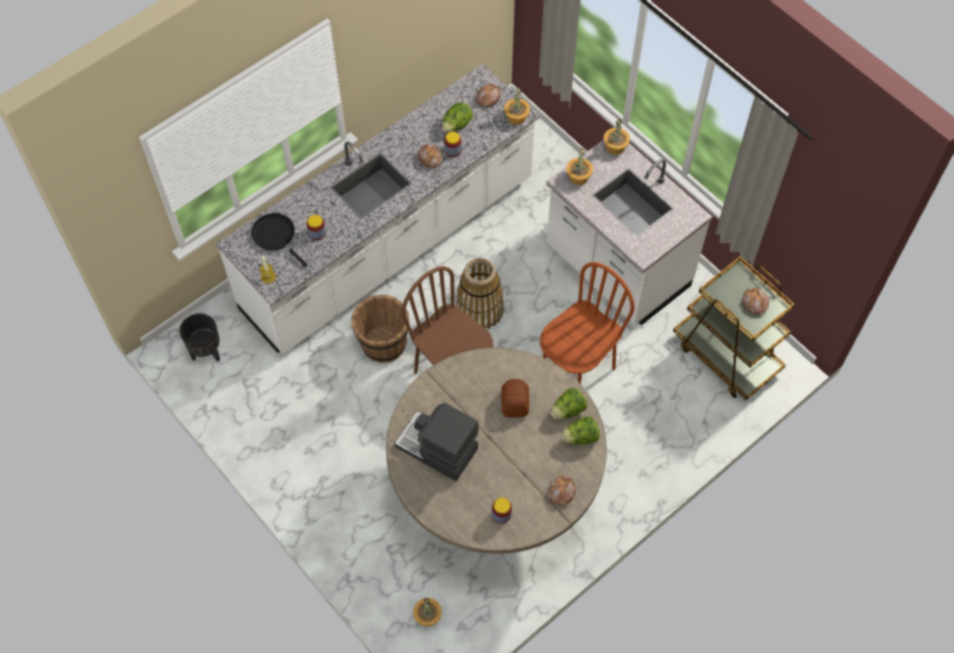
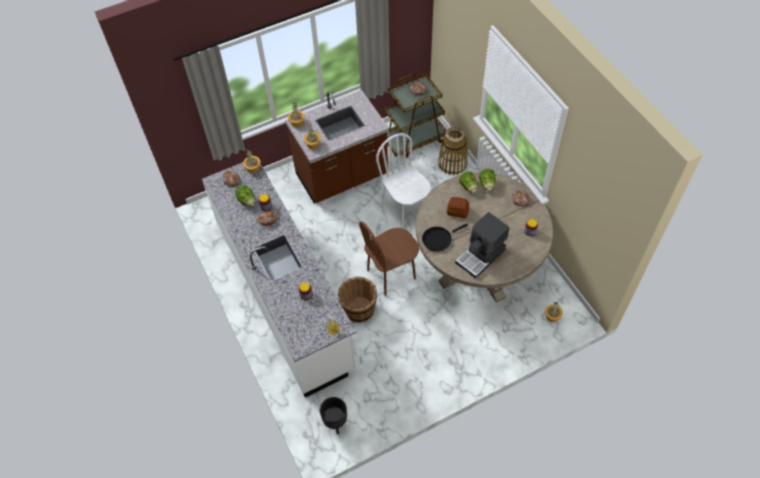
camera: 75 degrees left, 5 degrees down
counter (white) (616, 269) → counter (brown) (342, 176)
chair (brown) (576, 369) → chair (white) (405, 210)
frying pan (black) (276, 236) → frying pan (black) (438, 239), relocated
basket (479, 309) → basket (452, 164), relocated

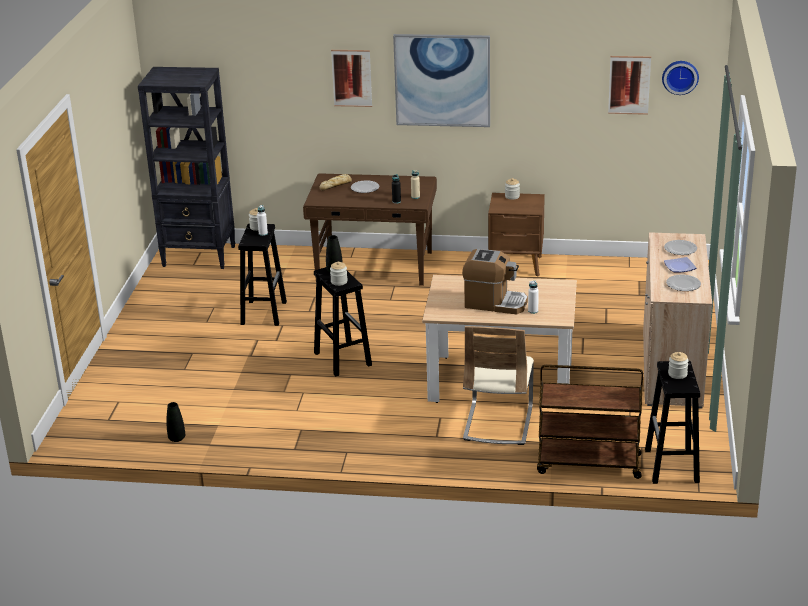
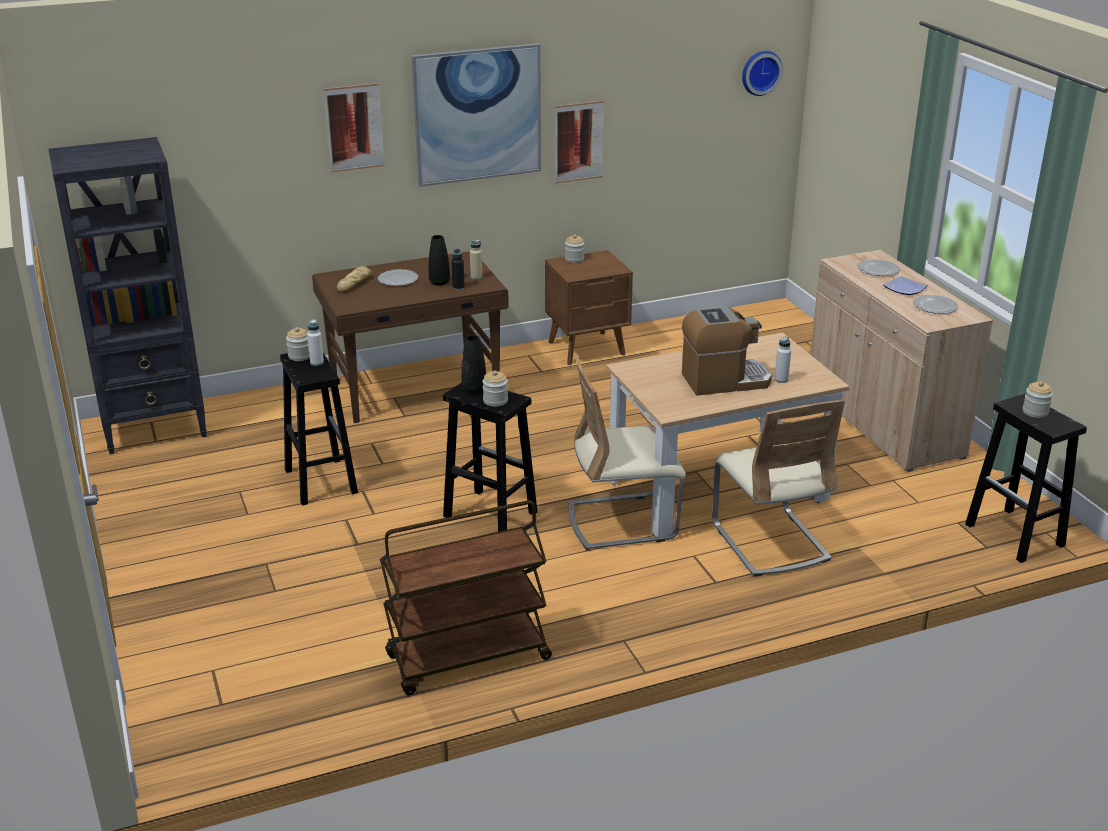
camera: 30 degrees left, 0 degrees up
cart (brown) (588, 464) → cart (brown) (467, 659), relocated
vase (black) (177, 438) → vase (black) (439, 282), relocated
picture (629, 85) → picture (578, 142), relocated
- → chair (beige) (622, 521)

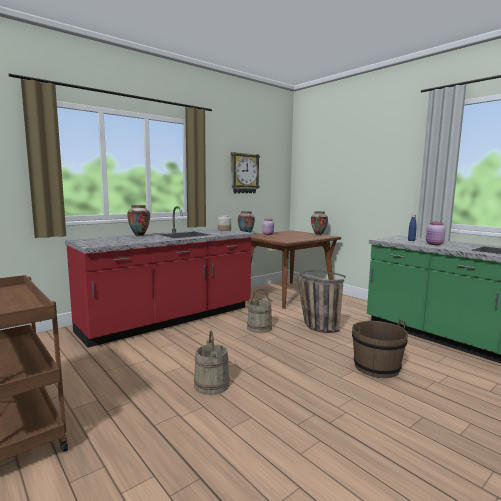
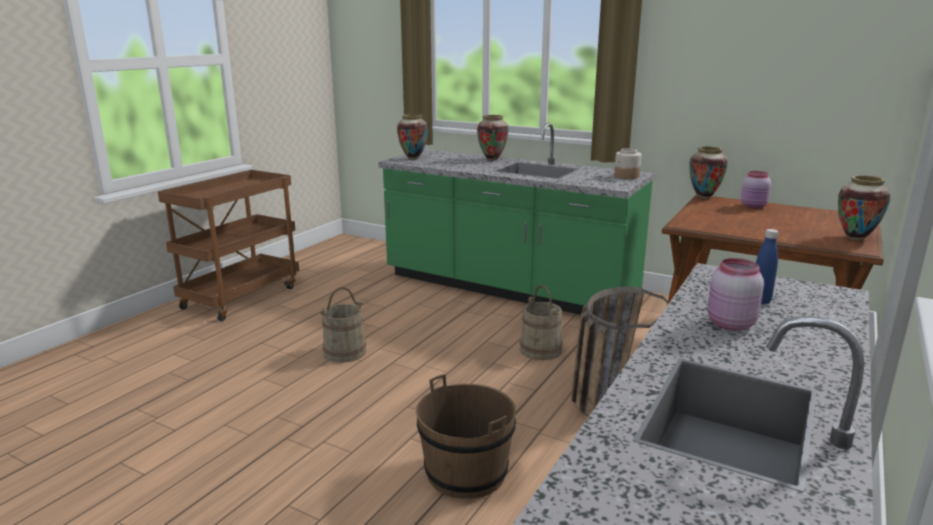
camera: 70 degrees right, 10 degrees up
counter (red) (170, 319) → counter (green) (508, 289)
- → vase (413, 158)
wall clock (244, 173) → -

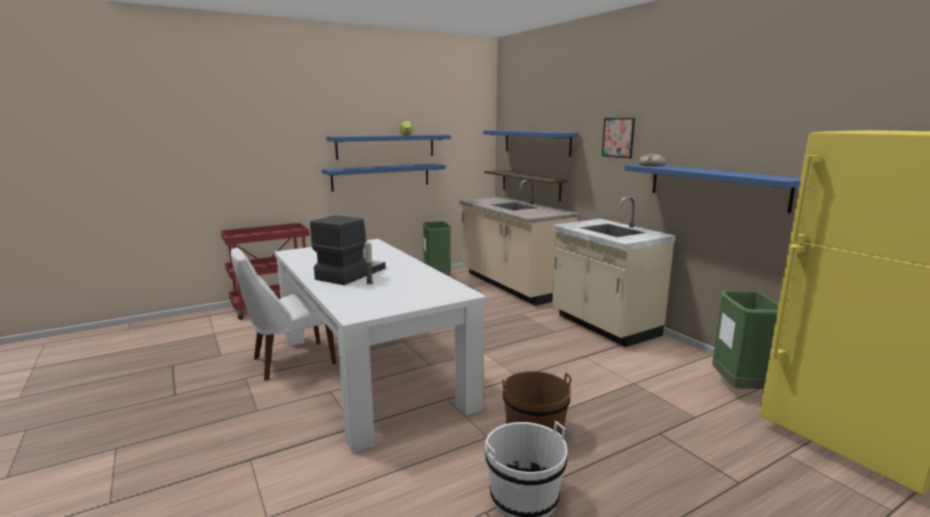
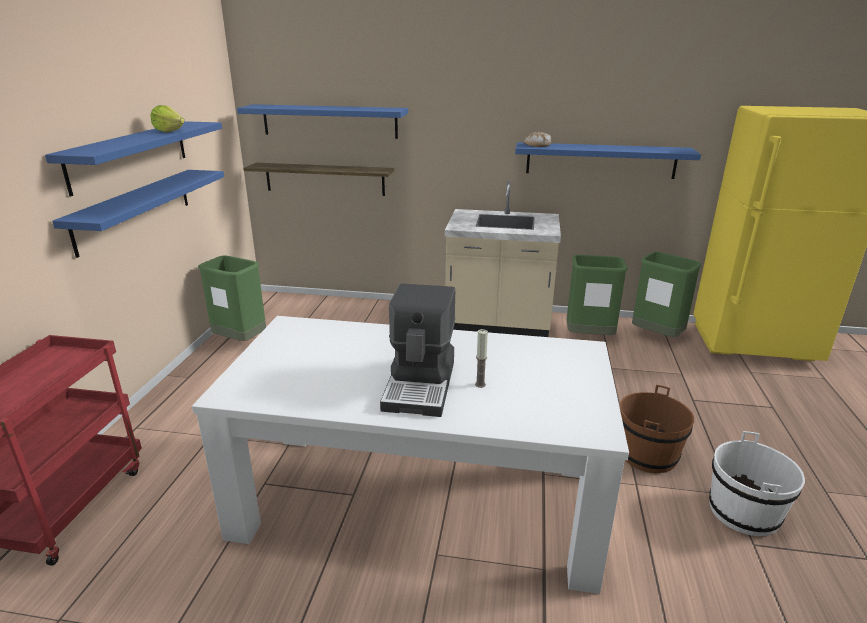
camera: 50 degrees left, 10 degrees up
coffee machine (349, 274) → coffee machine (421, 385), 150 degrees counterclockwise
- → trash can (green) (589, 337)
chair (white) (290, 361) → -
counter (beige) (512, 285) → -
picture (618, 137) → -

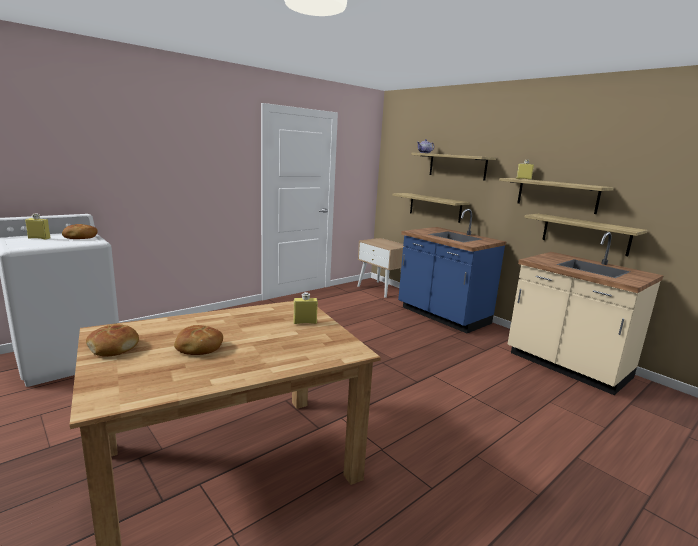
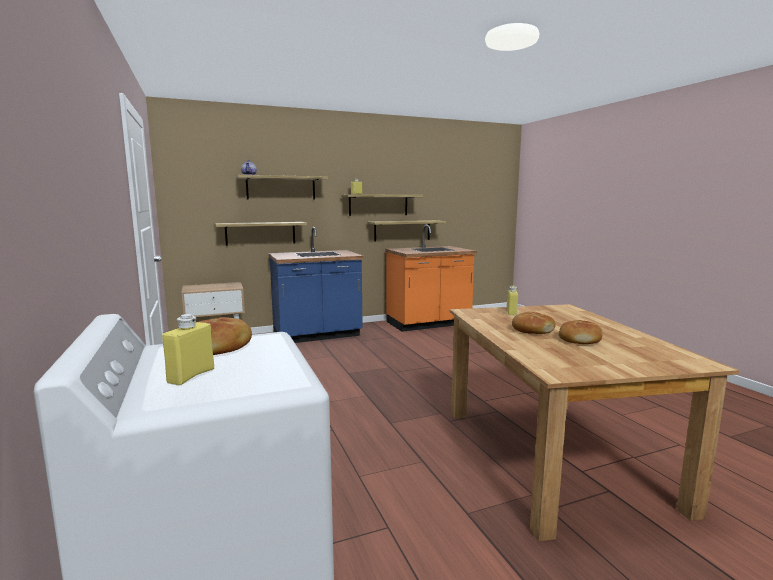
camera: 70 degrees left, 5 degrees down
counter (beige) (566, 366) → counter (orange) (428, 324)
bread (114, 347) → bread (532, 330), relocated

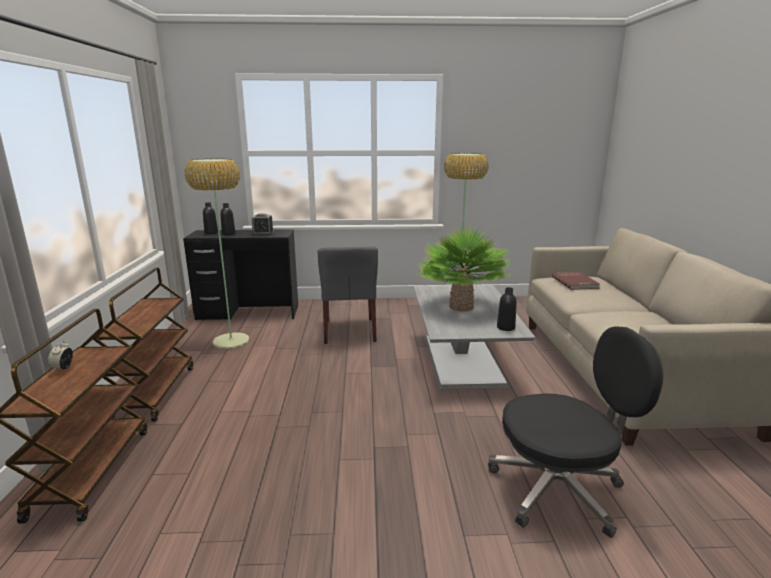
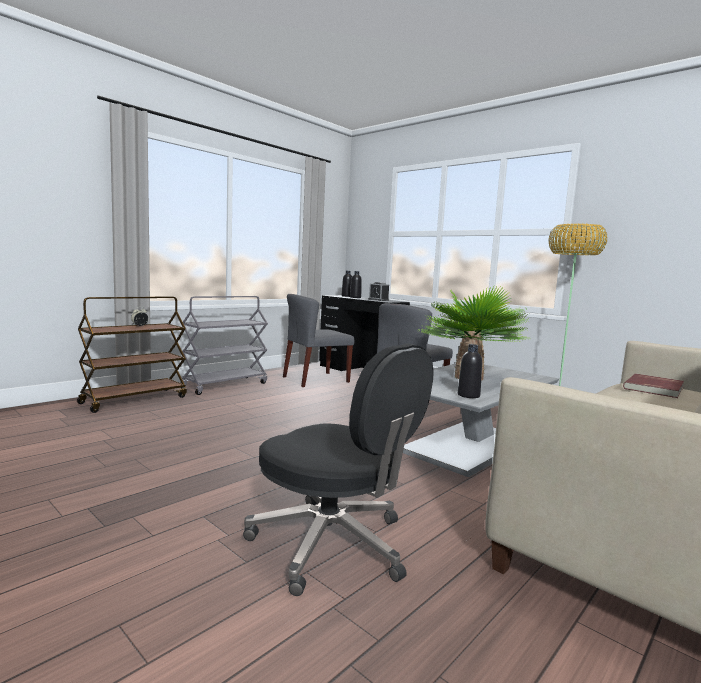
camera: 45 degrees right, 10 degrees down
cart (brown) (154, 392) → cart (grey) (225, 385)
floor lamp (231, 341) → chair (grey) (315, 379)

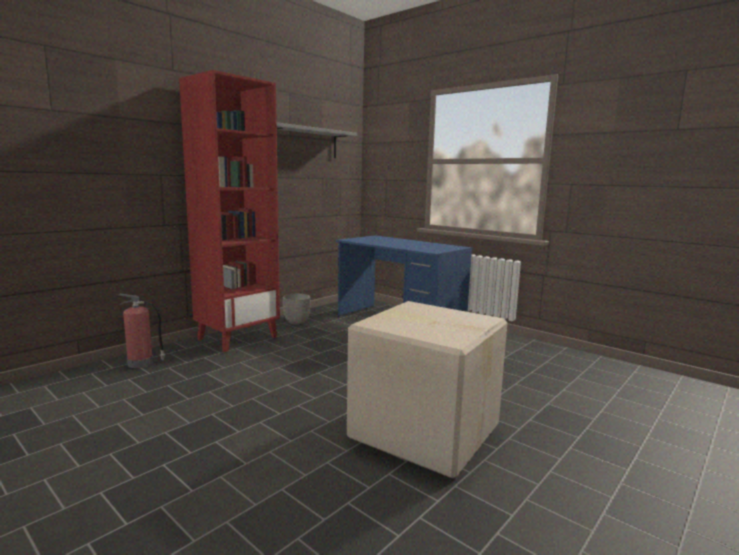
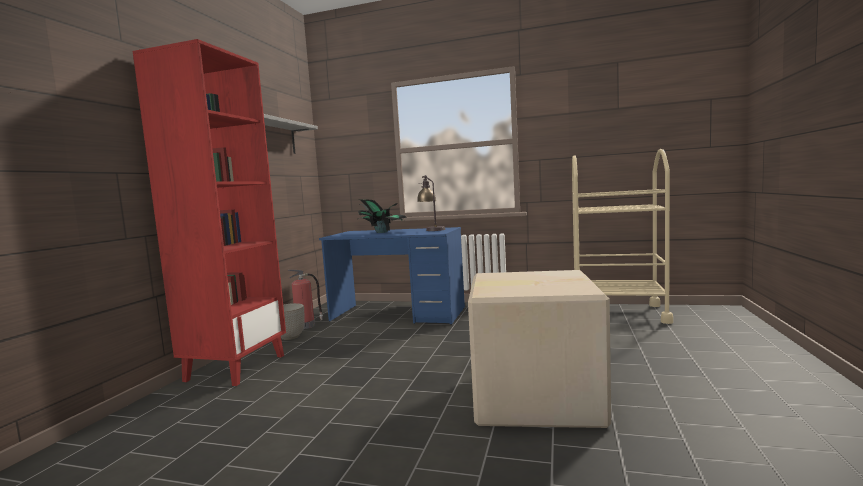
camera: 25 degrees left, 5 degrees down
fire extinguisher (142, 363) → fire extinguisher (306, 326), relocated
- → potted plant (381, 232)
- → table lamp (431, 229)
- → cart (beige) (618, 313)

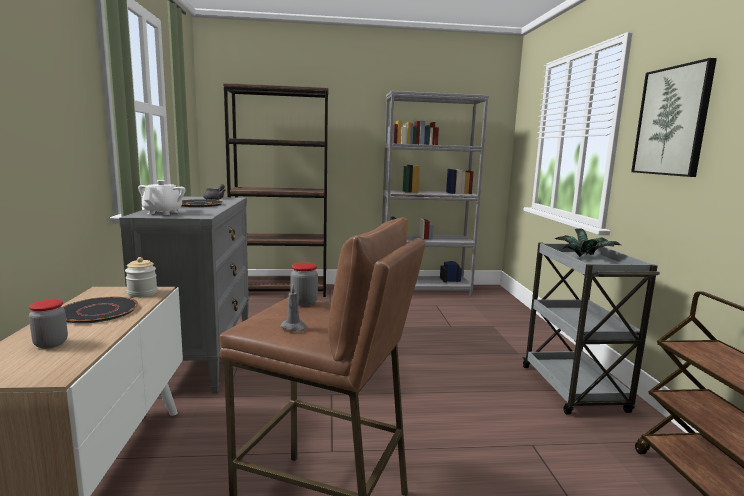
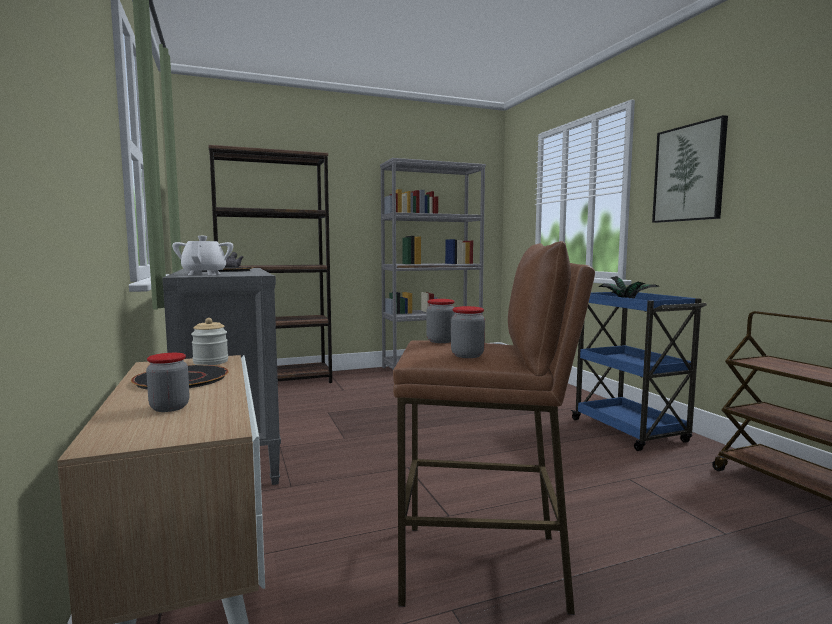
camera: 15 degrees left, 5 degrees down
candle (grey) (294, 327) → jar (467, 355)
cart (grey) (574, 390) → cart (blue) (629, 431)

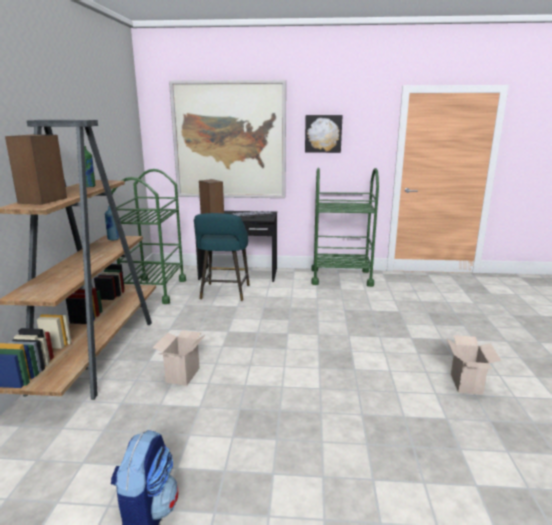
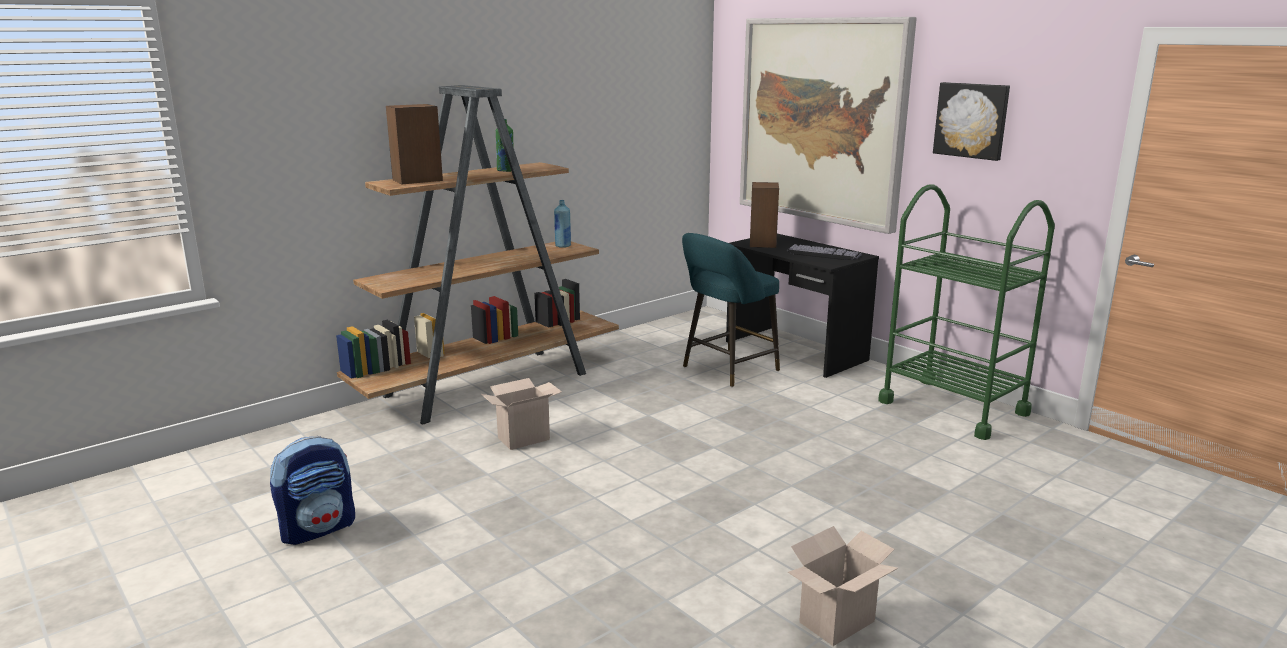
camera: 45 degrees right, 0 degrees up
cart (green) (154, 290) → -

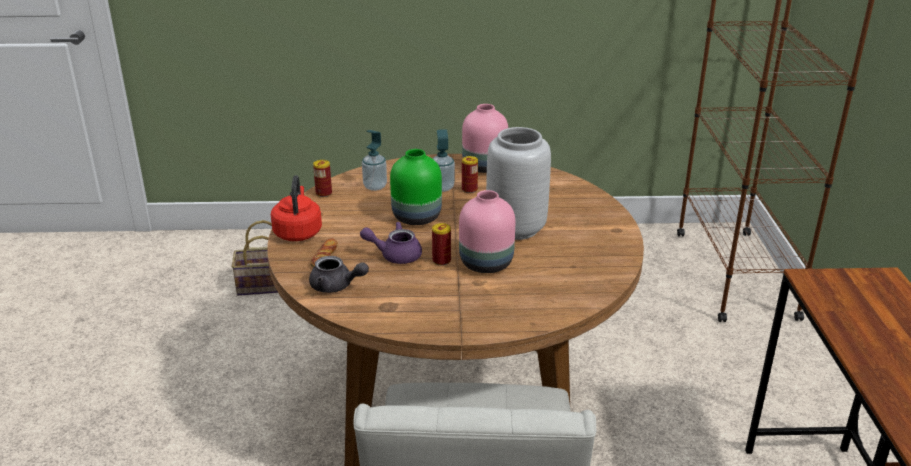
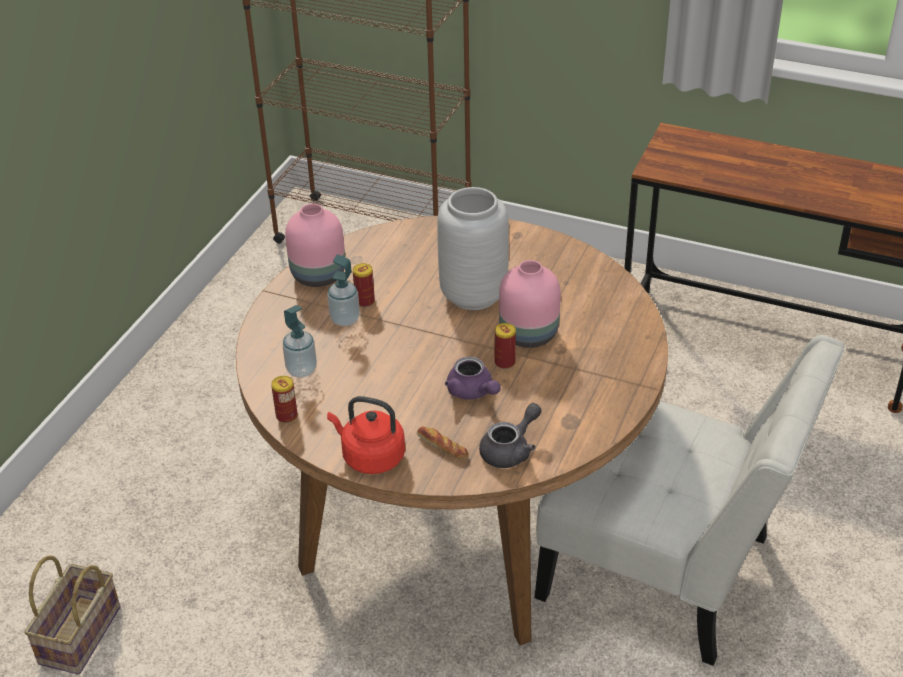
camera: 65 degrees left, 10 degrees up
teapot (purple) (395, 255) → teapot (purple) (472, 392), 60 degrees counterclockwise
vase (green) (415, 217) → -

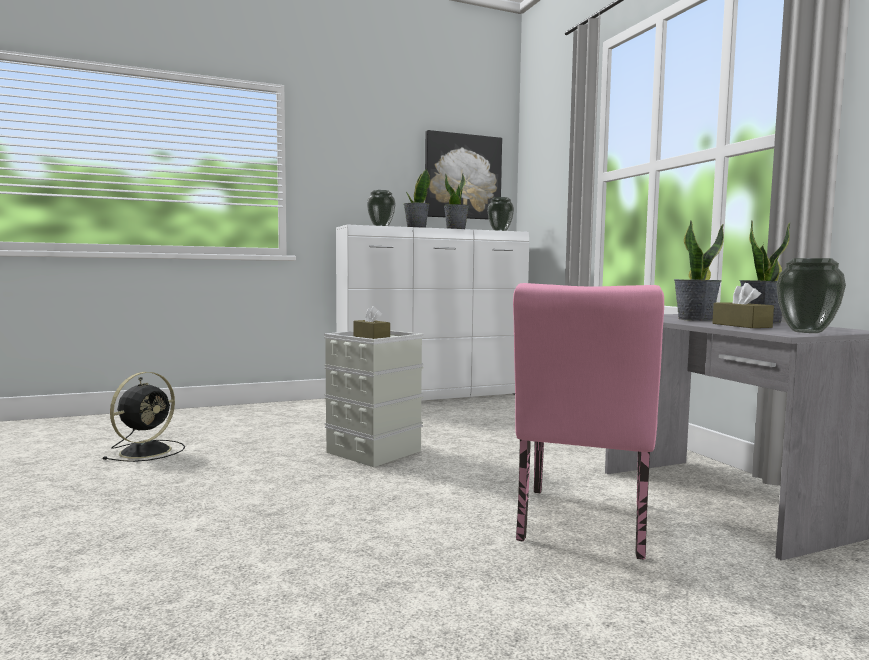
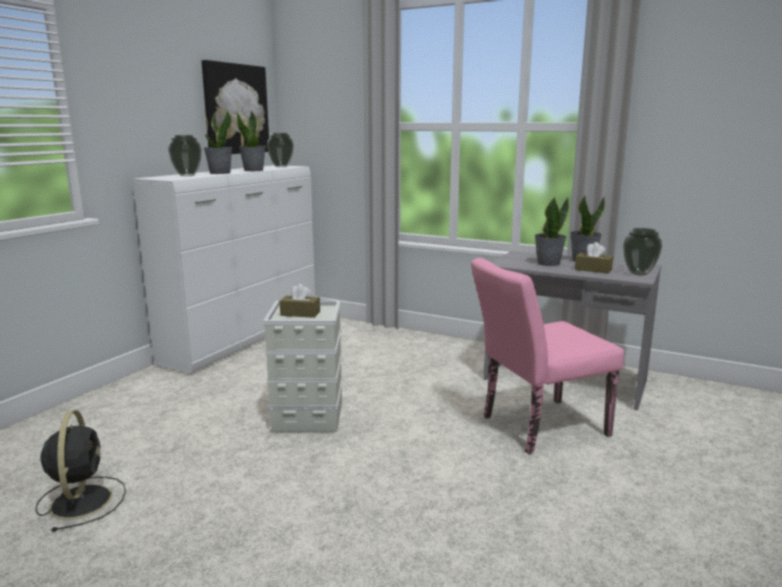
camera: 40 degrees left, 10 degrees up
chair (pink) (581, 526) → chair (pink) (536, 427), 90 degrees clockwise

